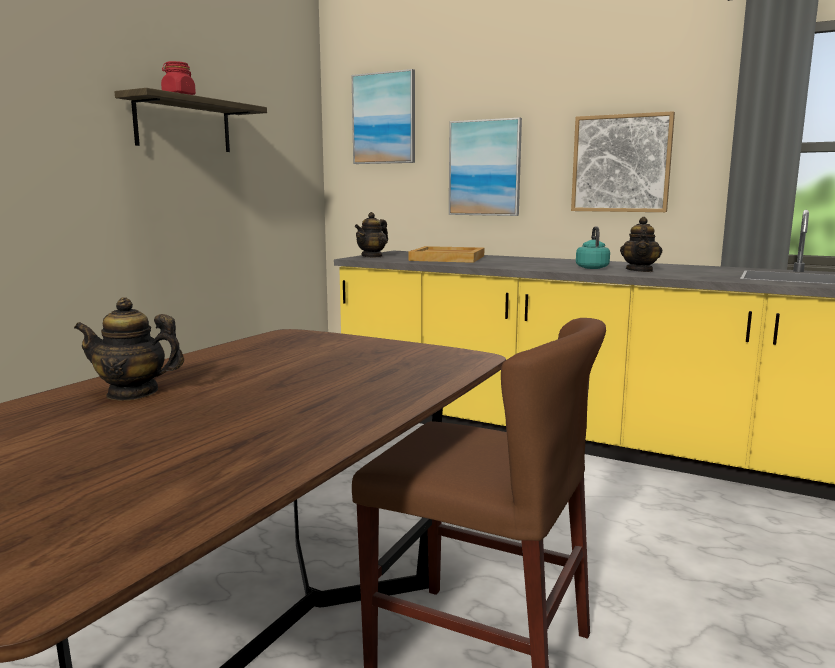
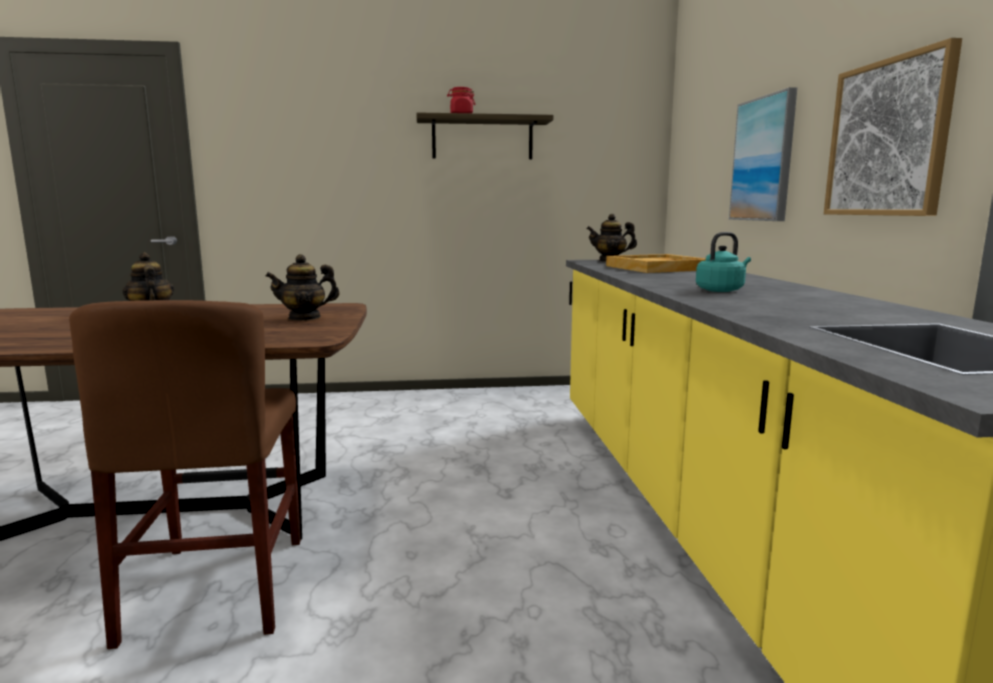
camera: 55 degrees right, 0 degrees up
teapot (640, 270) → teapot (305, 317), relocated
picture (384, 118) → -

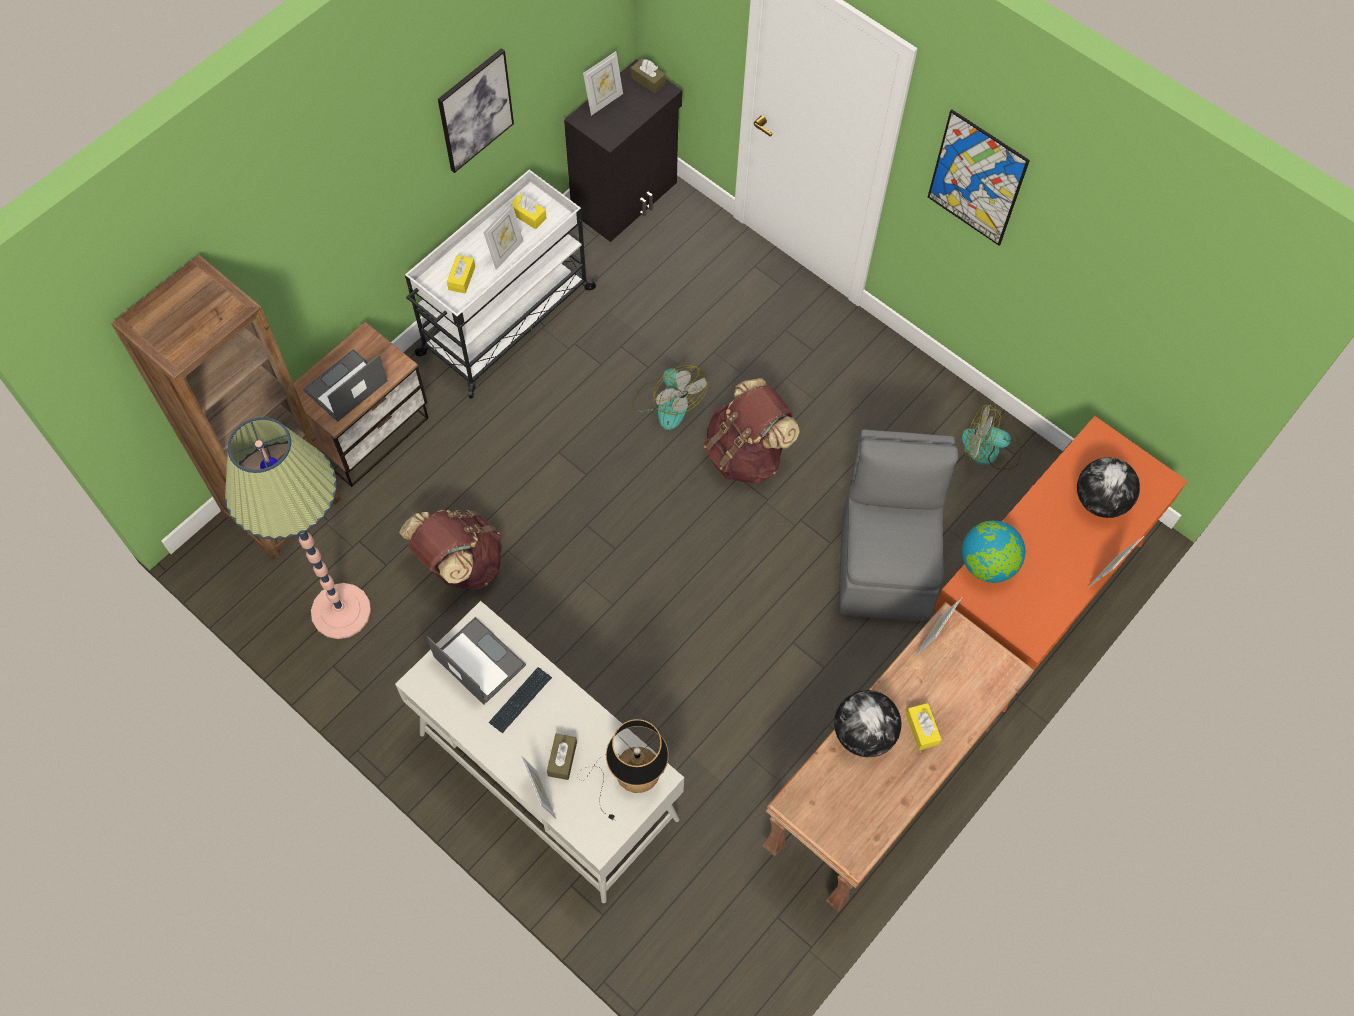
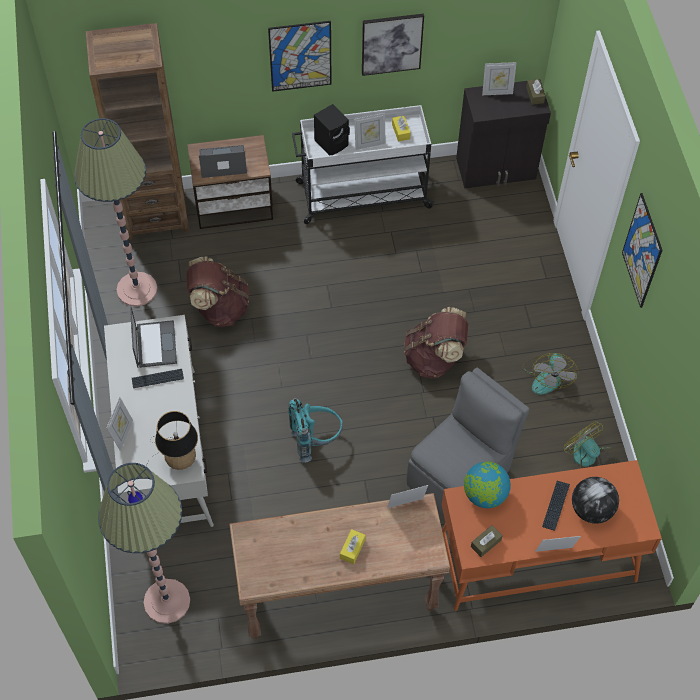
camera: 40 degrees right, 5 degrees down
- → floor lamp (167, 601)
- → picture (300, 56)
- → backpack (turquoise) (316, 439)
tissue box (yellow) (461, 278) → speaker (black) (332, 142)
tissue box (brown) (562, 759) → tissue box (brown) (486, 543), relocated
fan (667, 402) → fan (547, 376), relocated
- → keyboard (555, 505)
globe (863, 734) → -

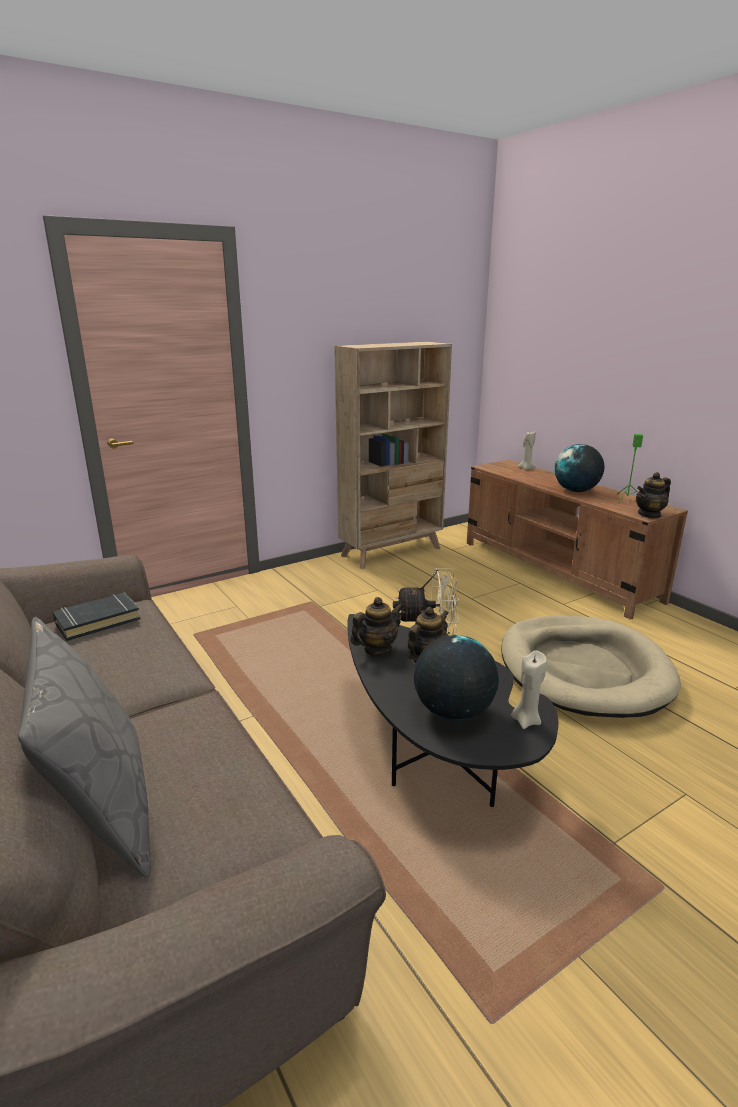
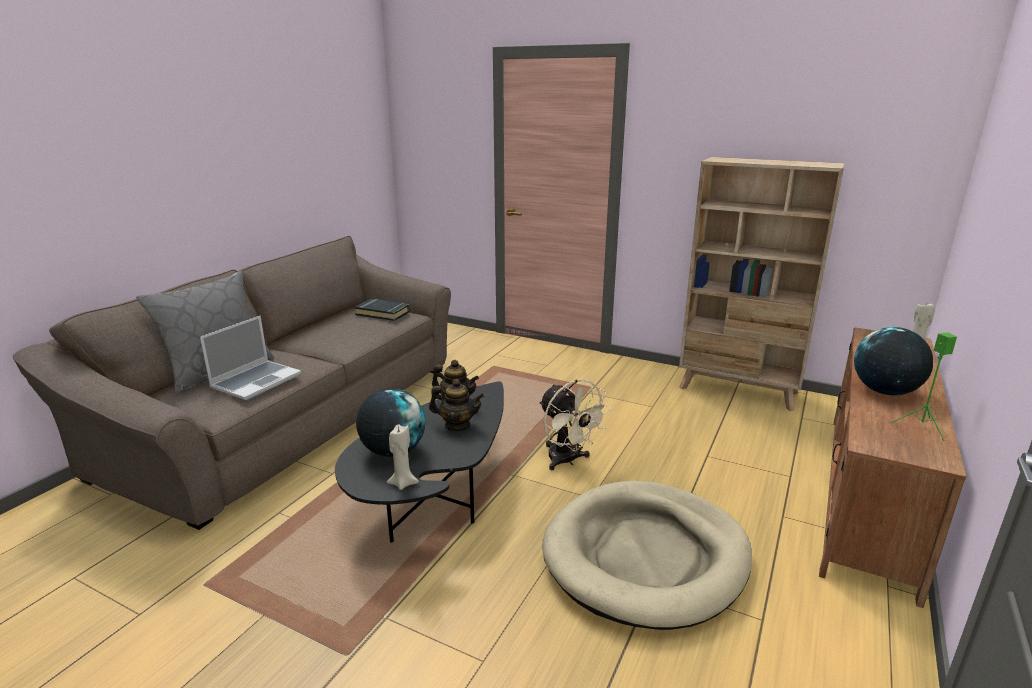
camera: 60 degrees right, 0 degrees up
- → laptop (256, 381)
teapot (649, 514) → -

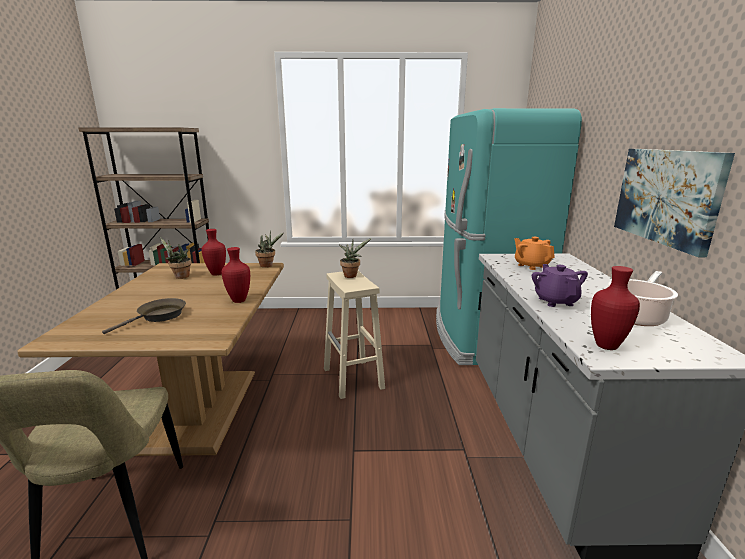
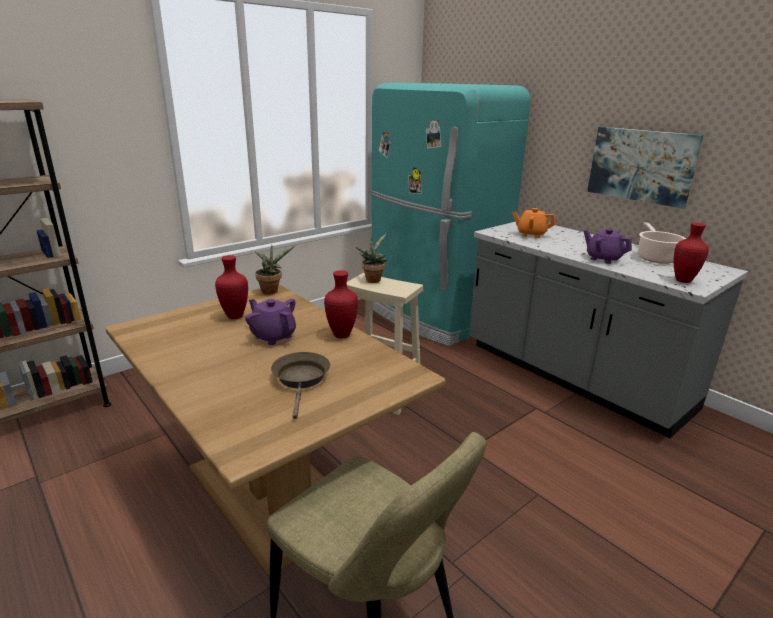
camera: 40 degrees left, 5 degrees up
- → teapot (purple) (273, 336)
potted plant (180, 276) → -

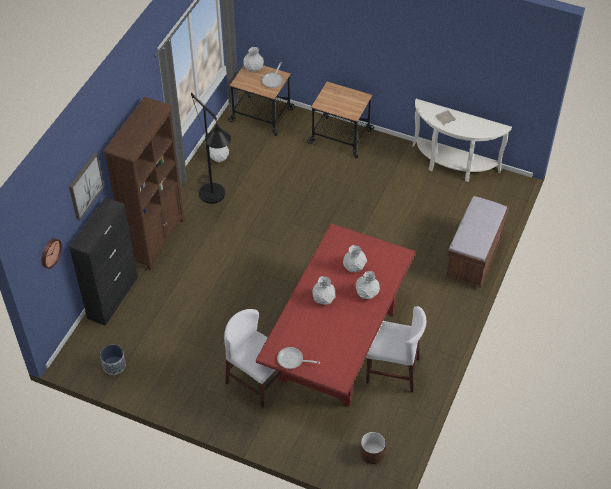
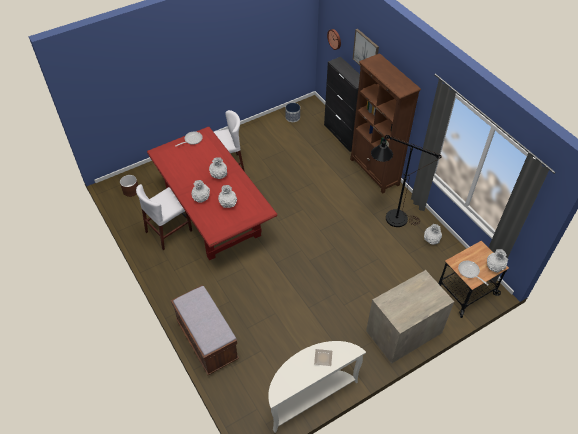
camera: 125 degrees right, 0 degrees up
cart (340, 136) → dresser (403, 332)

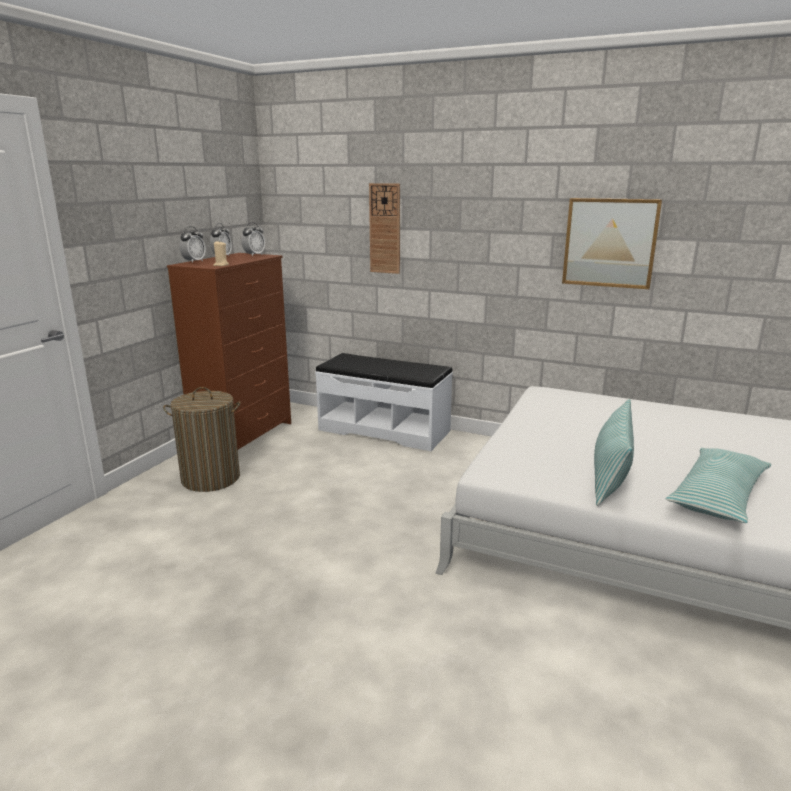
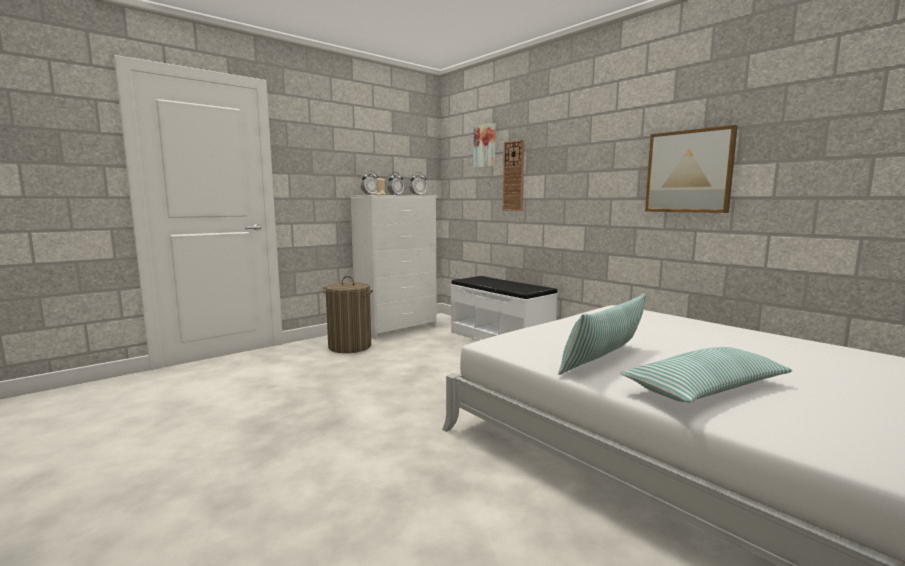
camera: 25 degrees right, 10 degrees down
dresser (brown) (245, 436) → dresser (white) (397, 328)
- → picture (485, 146)

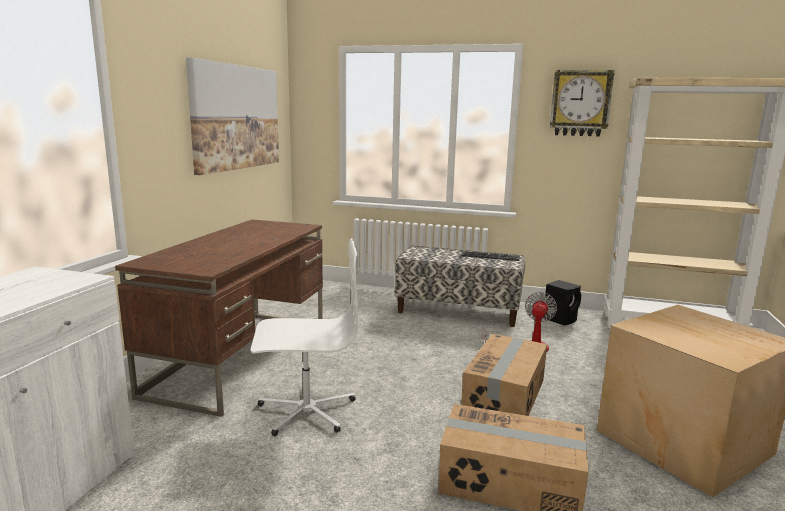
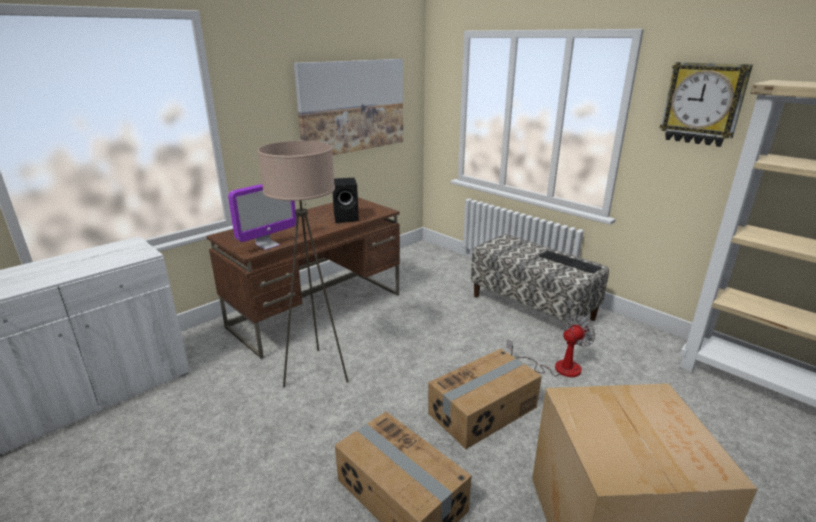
camera: 30 degrees right, 10 degrees up
- → monitor (268, 245)
office chair (white) (306, 410) → floor lamp (beige) (317, 372)
speaker (black) (560, 319) → speaker (black) (347, 218), relocated

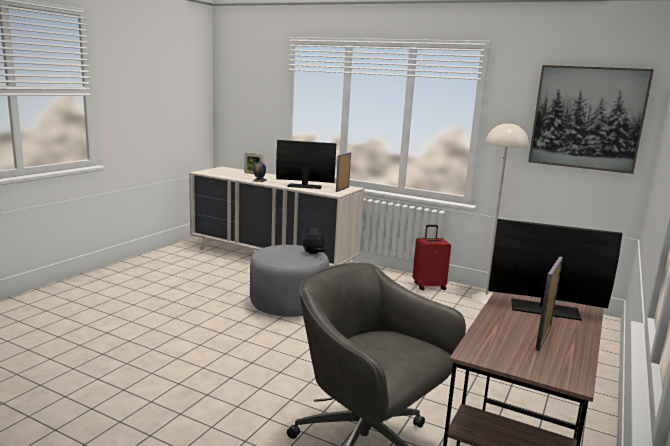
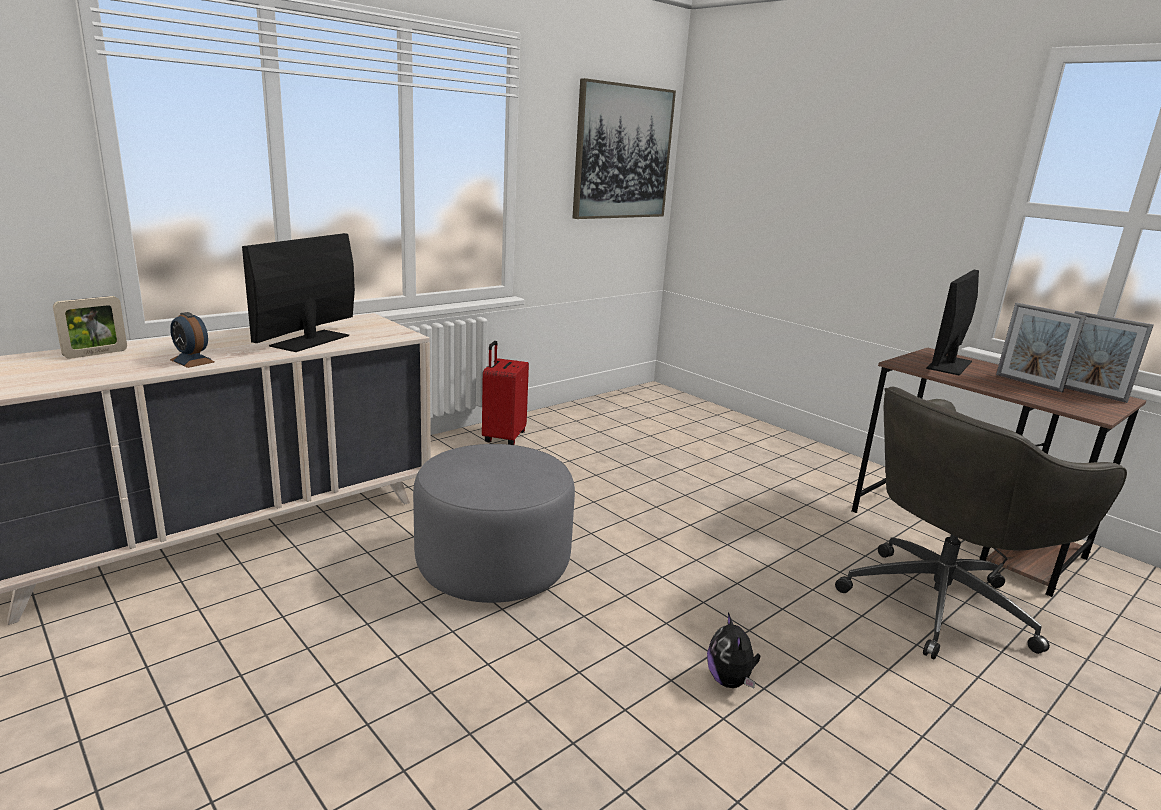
camera: 70 degrees left, 5 degrees up
plush toy (313, 254) → plush toy (730, 681), relocated
picture frame (342, 189) → picture frame (1089, 393), relocated
floor lamp (beige) (485, 298) → -

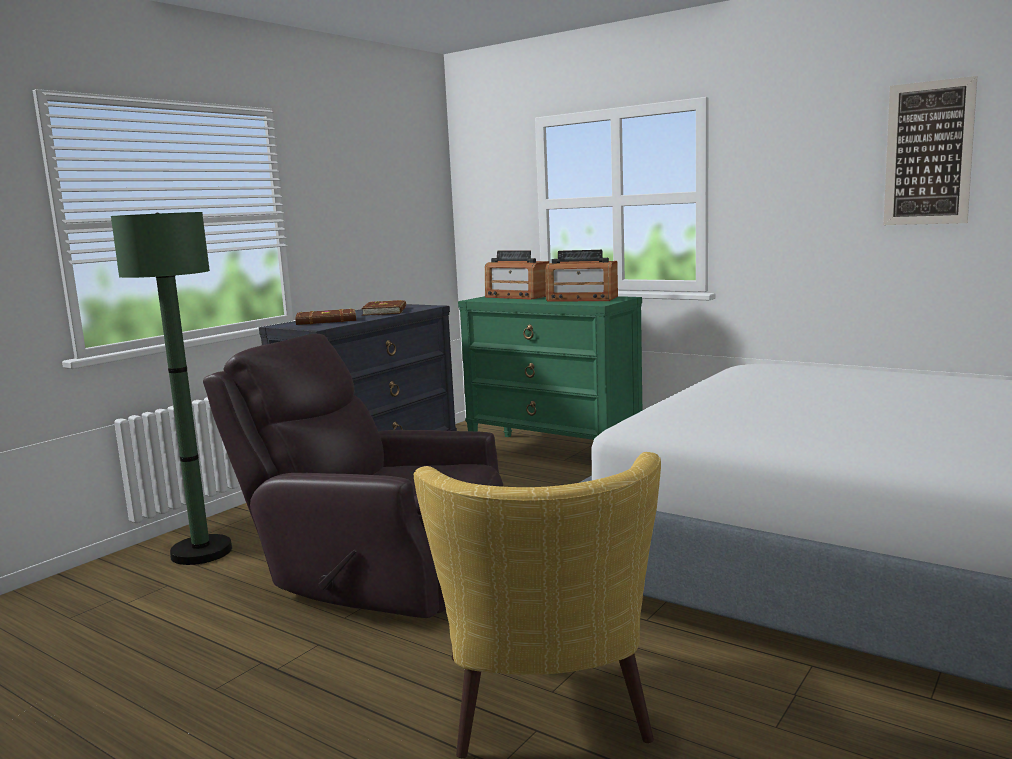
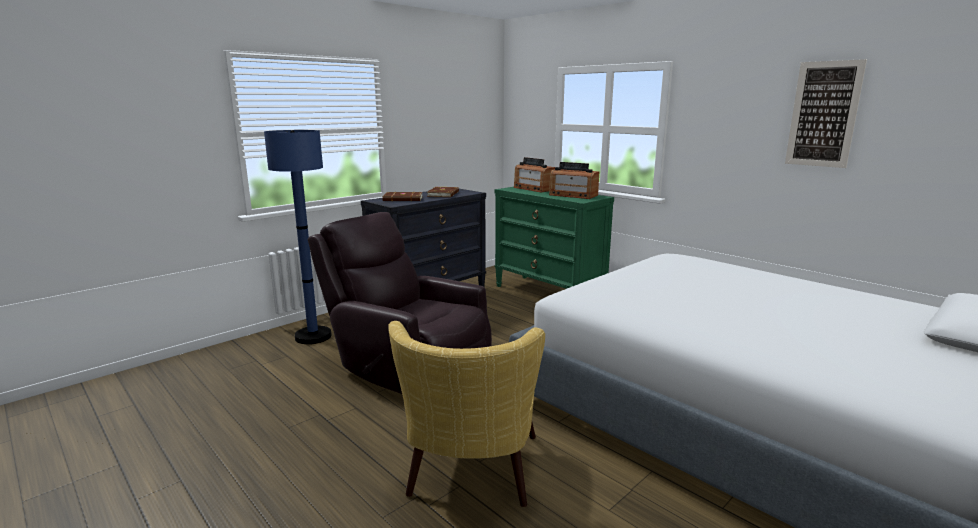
camera: 10 degrees right, 5 degrees up
floor lamp (green) (201, 552) → floor lamp (blue) (313, 336)

